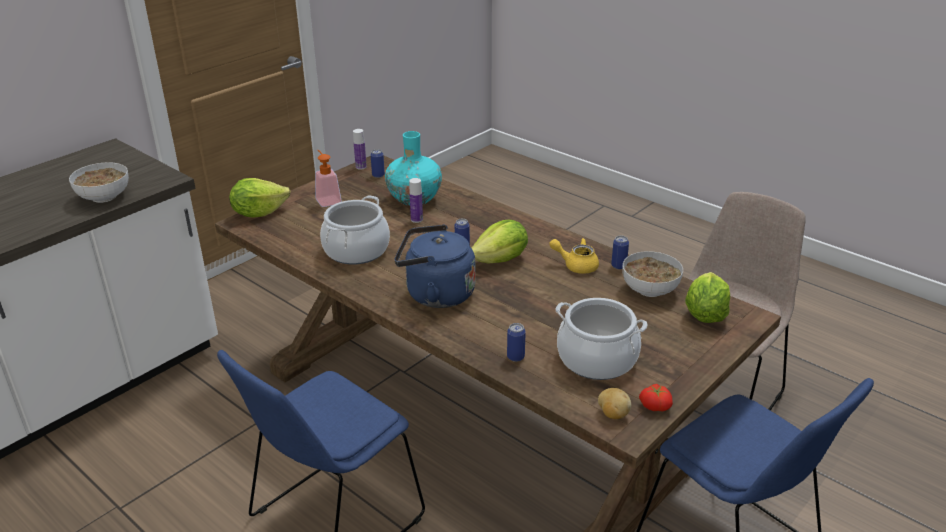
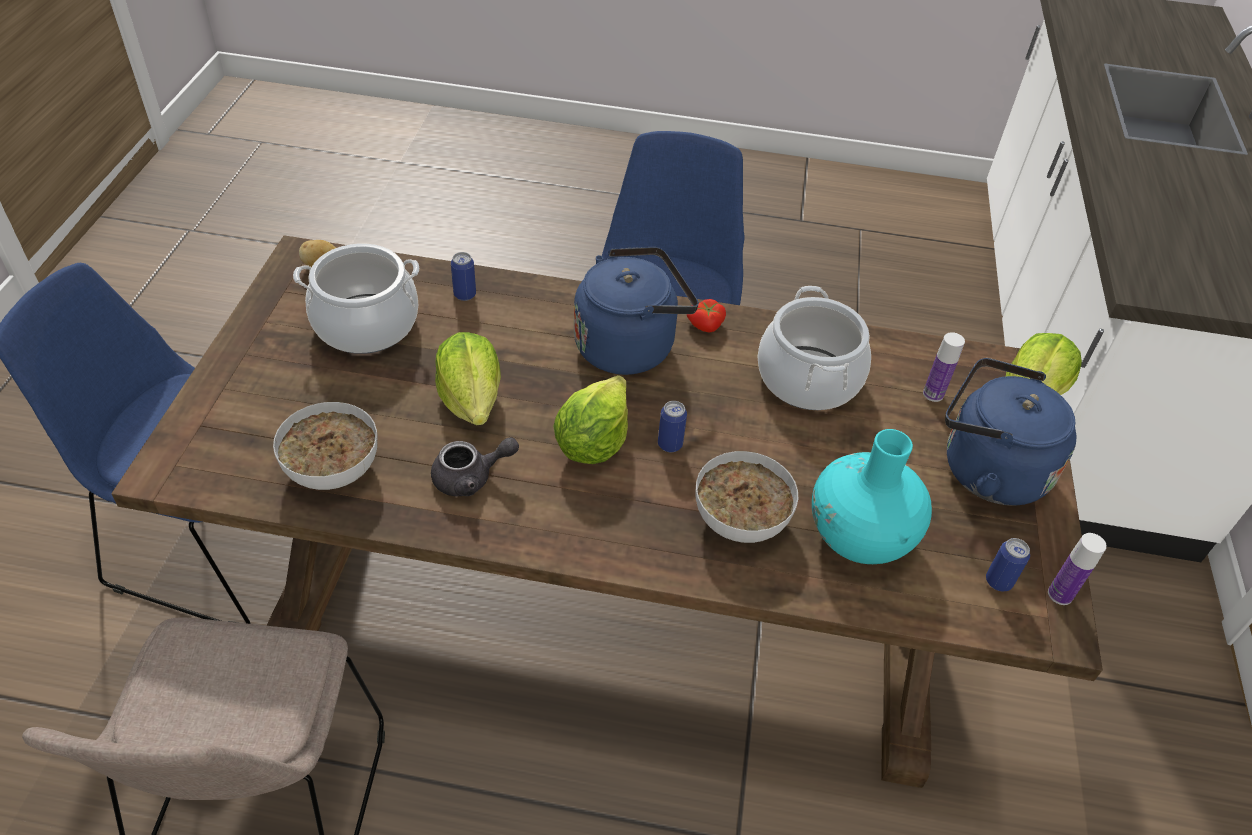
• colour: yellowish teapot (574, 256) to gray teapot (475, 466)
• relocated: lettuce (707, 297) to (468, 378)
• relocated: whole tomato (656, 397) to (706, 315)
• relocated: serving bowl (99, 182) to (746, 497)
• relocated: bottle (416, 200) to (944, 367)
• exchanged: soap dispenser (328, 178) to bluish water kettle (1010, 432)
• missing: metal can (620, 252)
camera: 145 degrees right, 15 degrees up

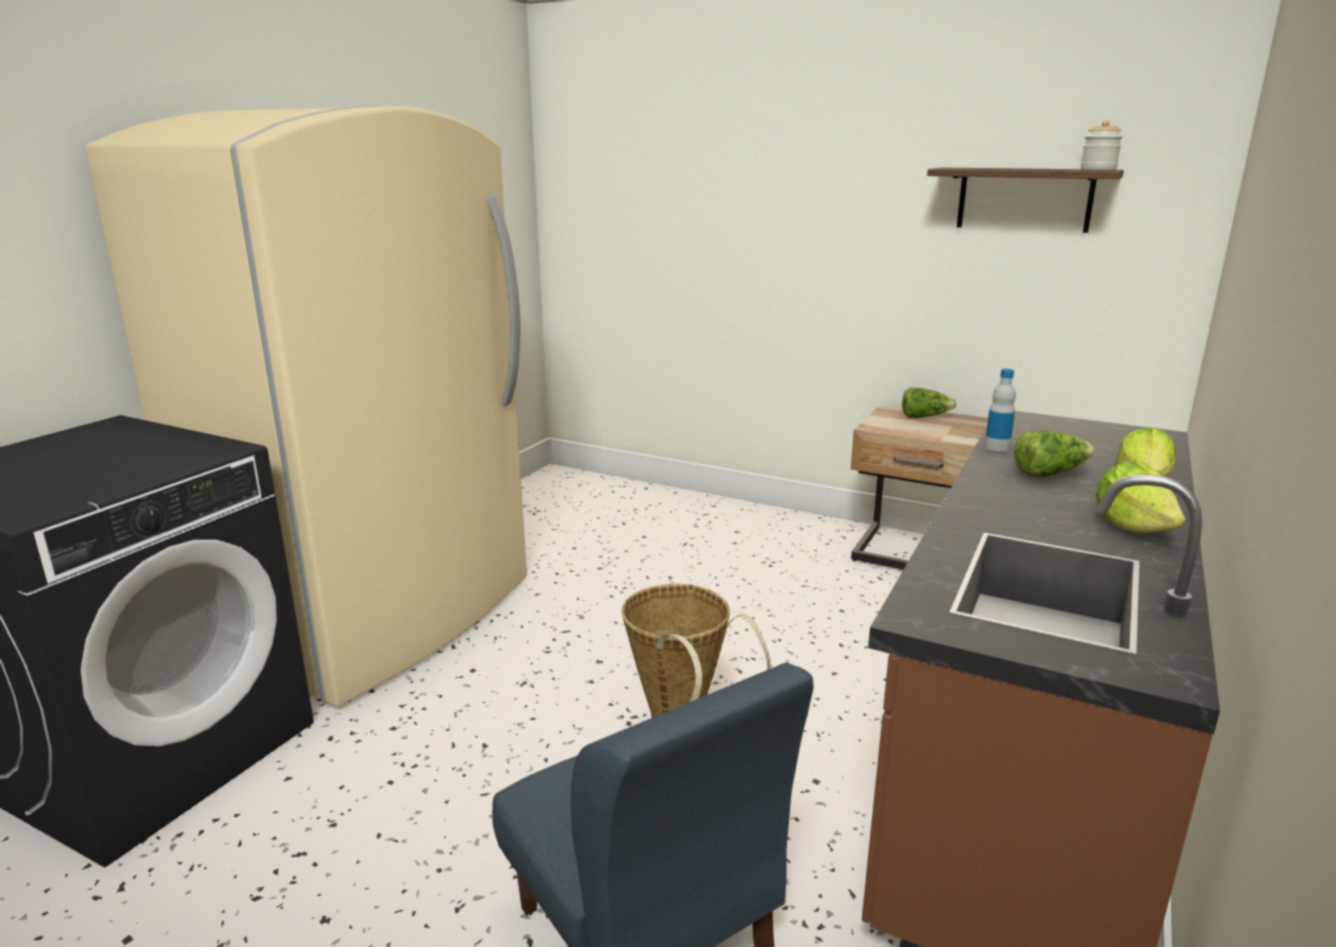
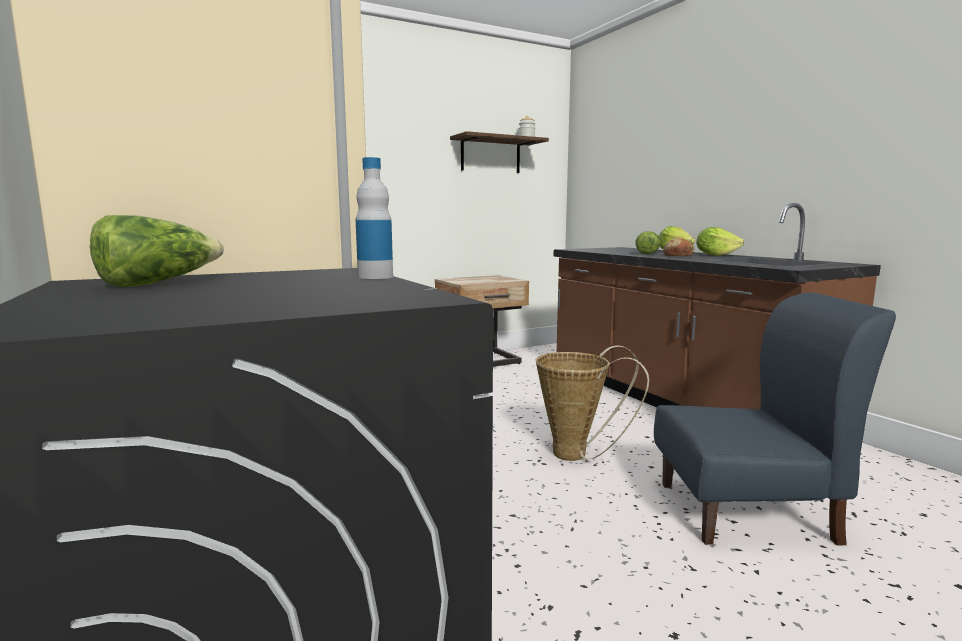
• relocated: lettuce (929, 402) to (157, 251)
• relocated: bottle (1000, 410) to (374, 218)
• appeared: bread (679, 247)
camera: 55 degrees left, 10 degrees down

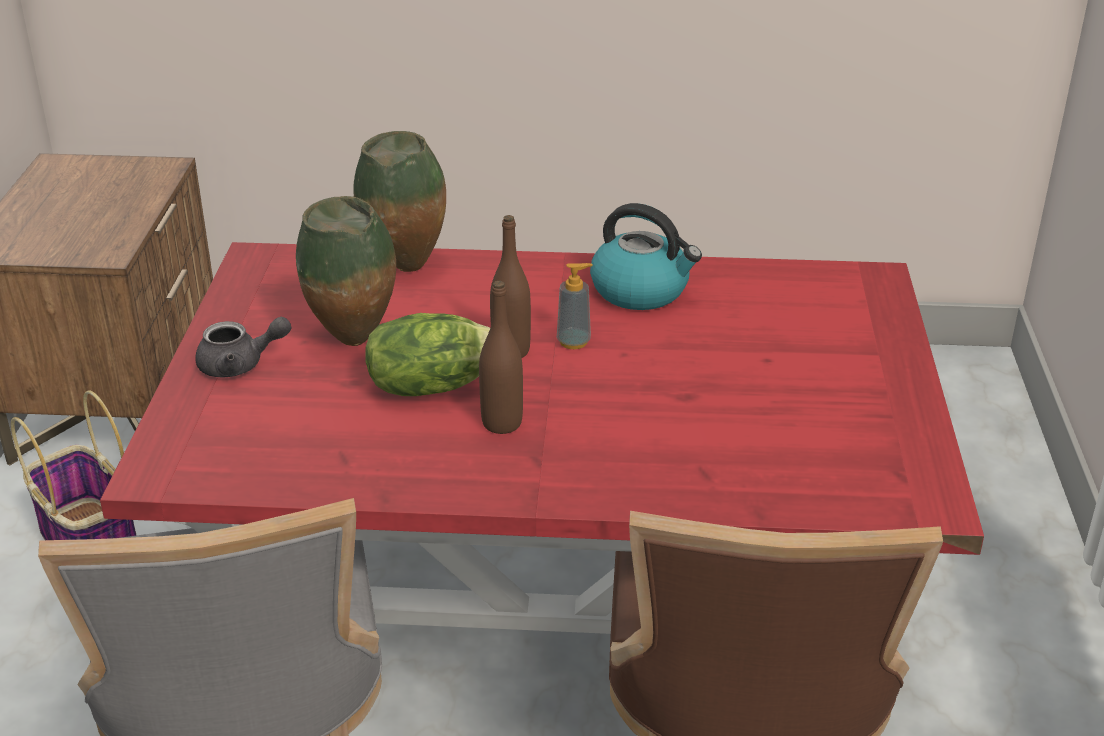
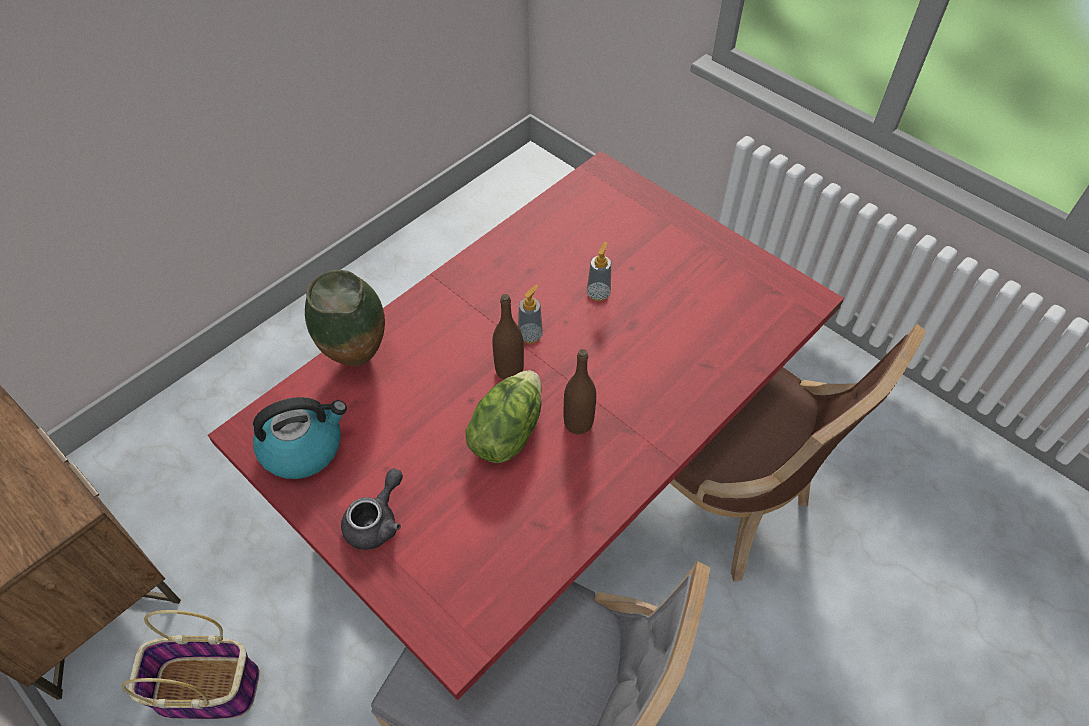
• relocated: water kettle (646, 256) to (300, 438)
• appeared: soap dispenser (599, 271)
• missing: flower vase (346, 271)
camera: 50 degrees left, 20 degrees up

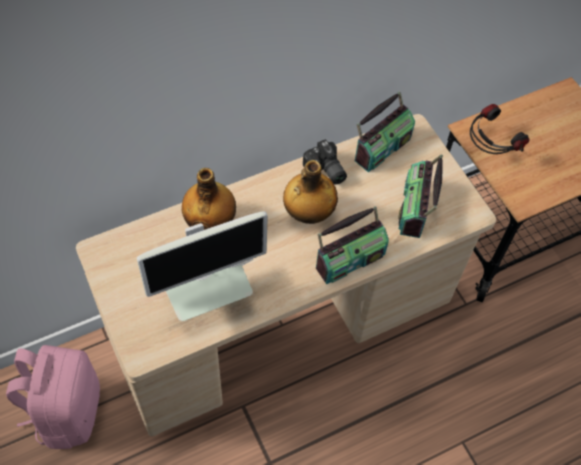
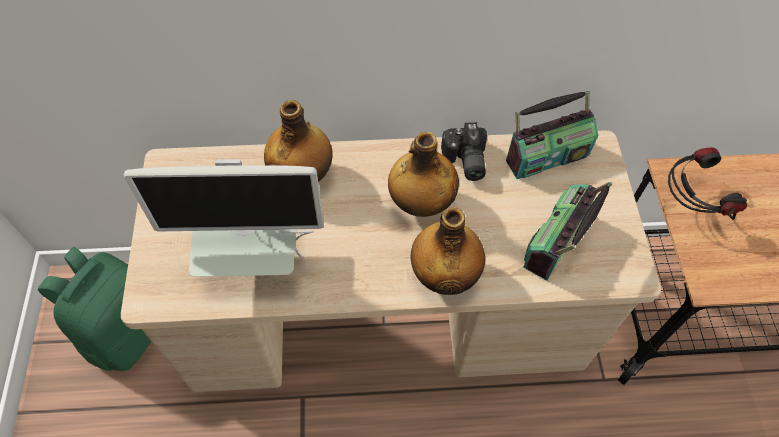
• colour: pink-coloured rucksack (53, 397) to green-coloured rucksack (94, 308)
• exchanged: radio receiver (352, 245) to bottle (447, 251)
camera: 25 degrees right, 0 degrees up

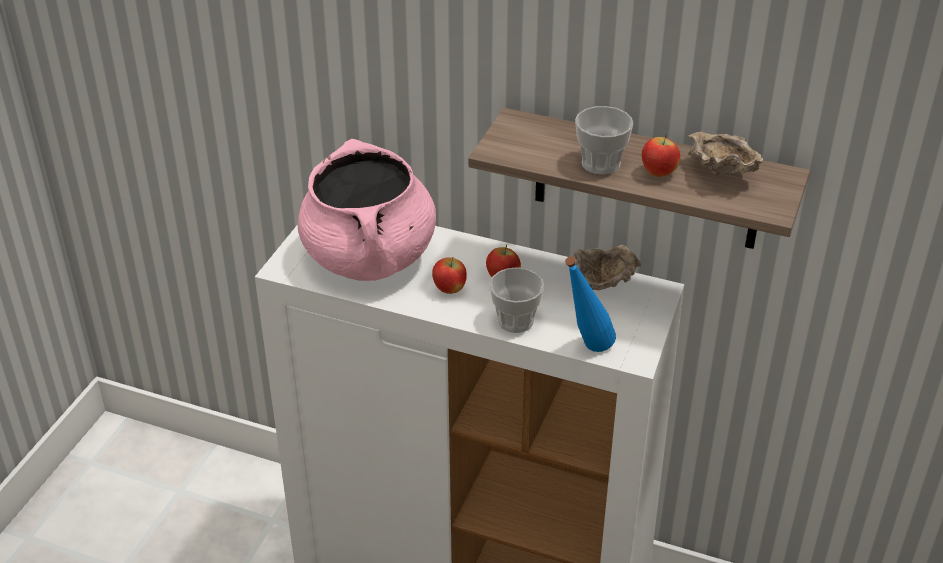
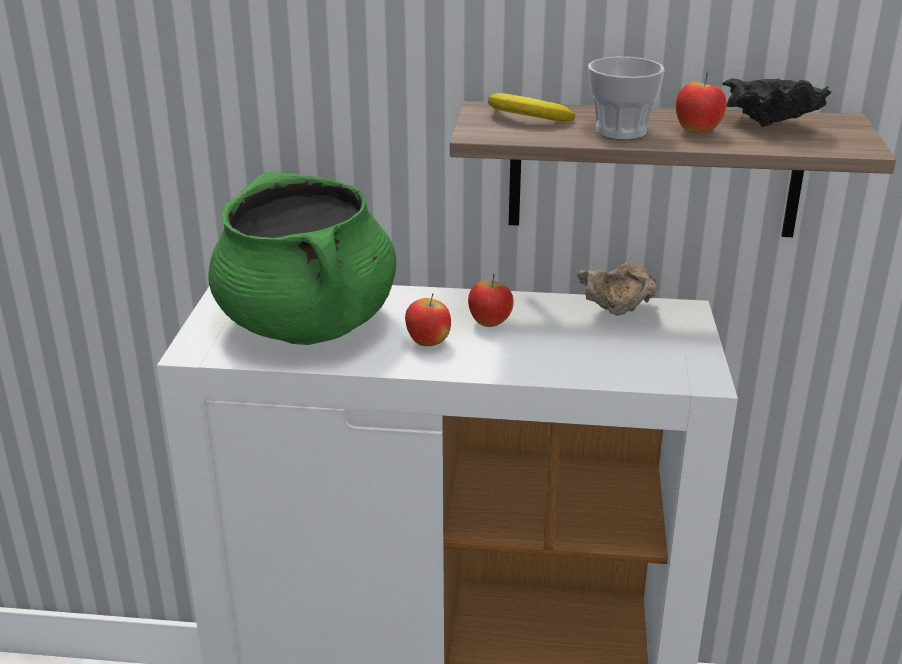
• colour: pink-coloured stockpot (367, 210) to green-coloured stockpot (302, 258)
• appeared: whole banana (531, 107)
• colour: sand-coloured serving bowl (725, 153) to black serving bowl (776, 103)
• missing: small cup (516, 300)
• missing: bluish bottle (590, 304)
camera: 15 degrees left, 10 degrees down

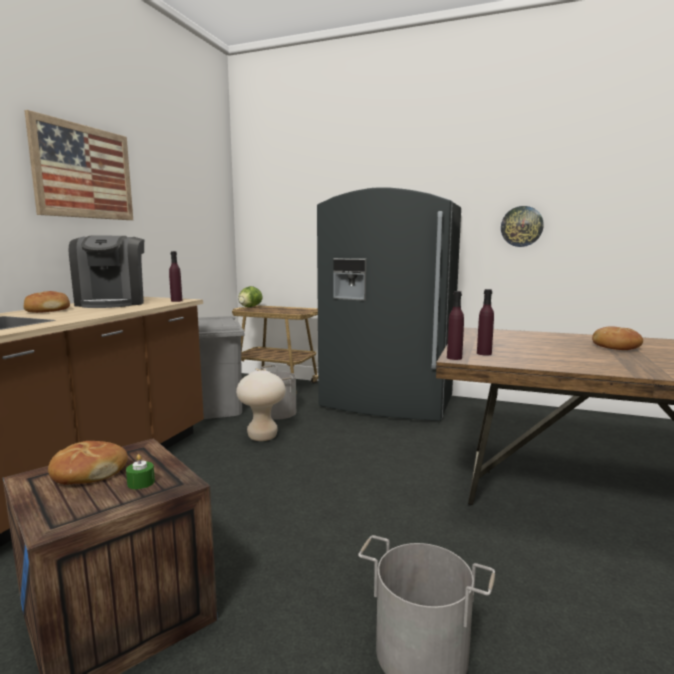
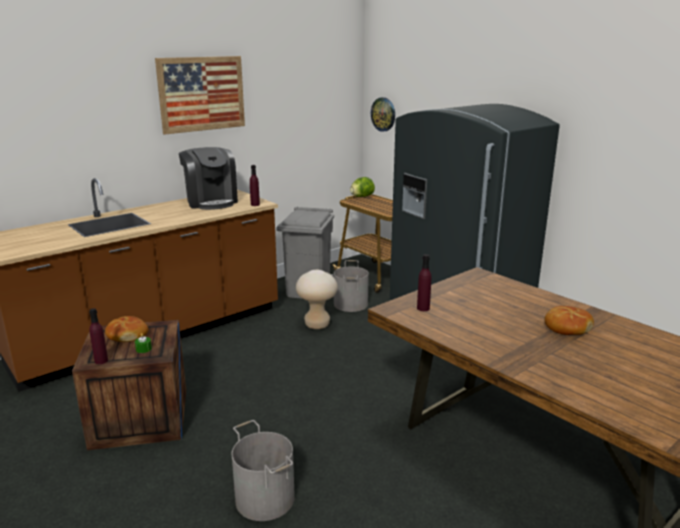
• relocated: purple-coloured bottle (455, 325) to (98, 336)
• spun: coffee machine (106, 272) = (208, 178) 45 degrees counterclockwise
• relocated: wall clock (522, 226) to (383, 114)
• missing: bread (47, 302)
camera: 30 degrees right, 10 degrees up

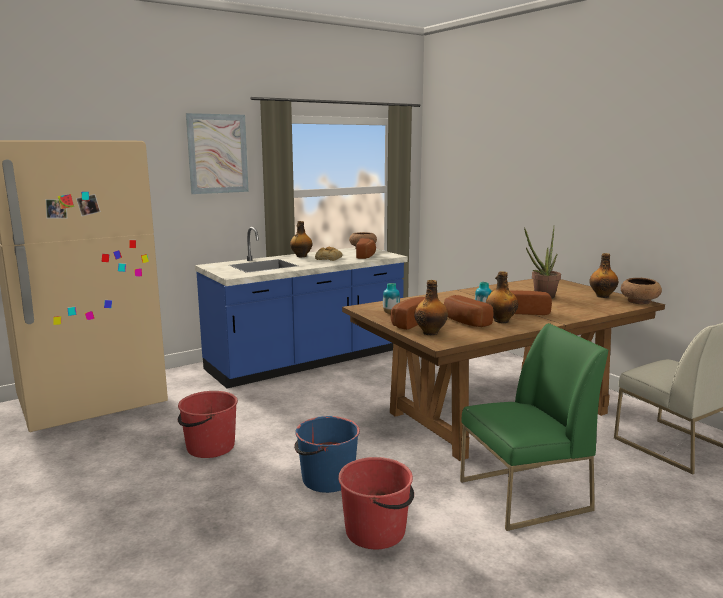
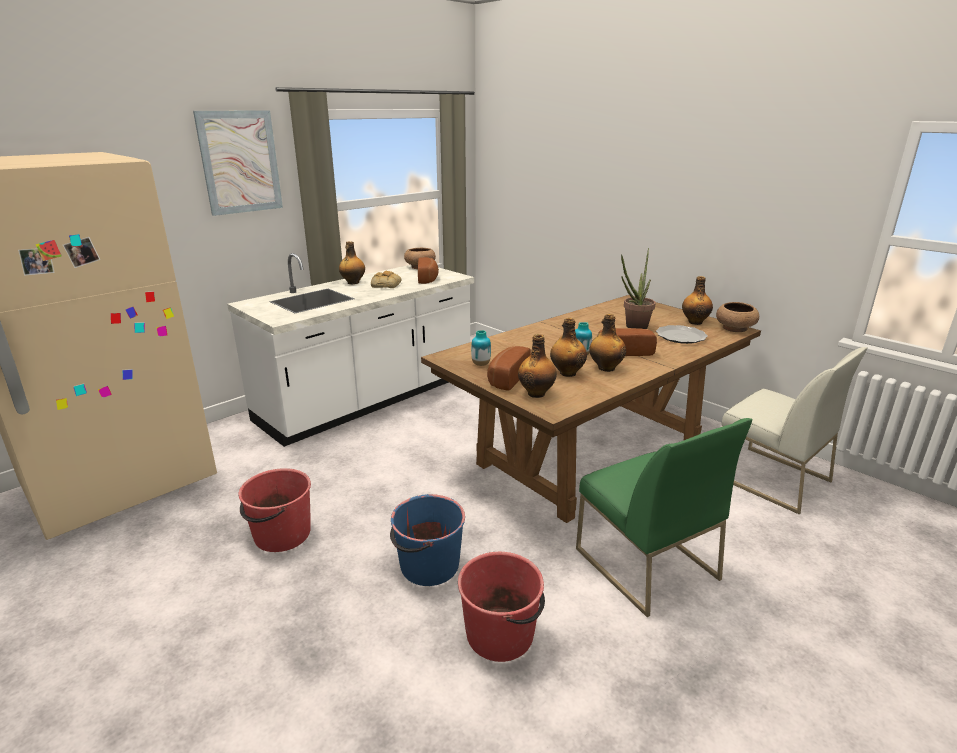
• colour: bluish counter (301, 307) to whitish counter (350, 350)
• exchanged: bread (468, 311) to bottle (568, 347)
• spun: green-coloured plain chair (534, 427) = (664, 517) 90 degrees clockwise
• appeared: flat dish (682, 334)
camera: 10 degrees left, 10 degrees up

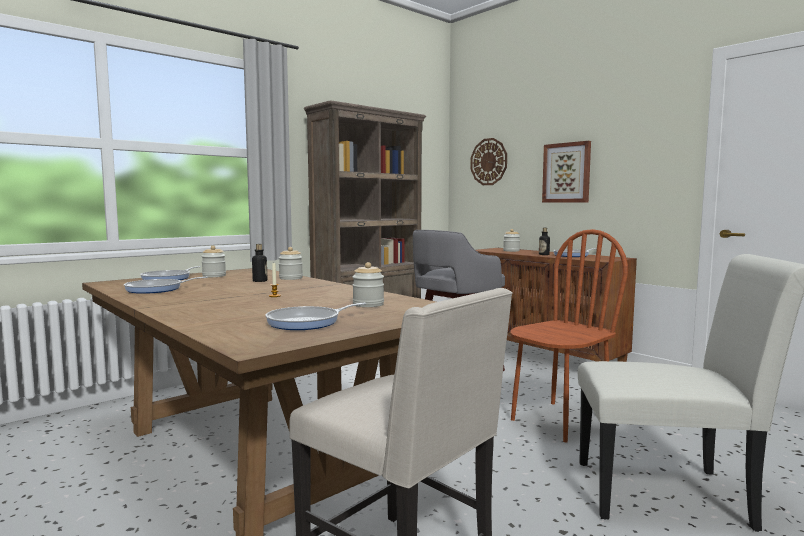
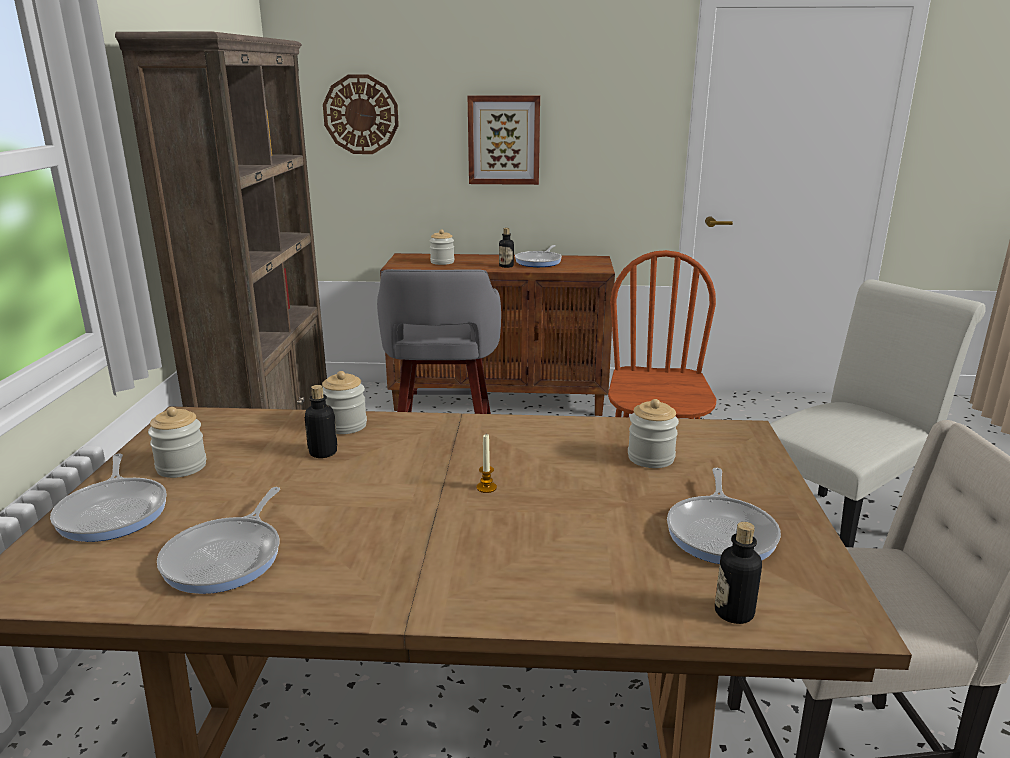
• appeared: bottle (738, 573)
camera: 45 degrees left, 15 degrees up

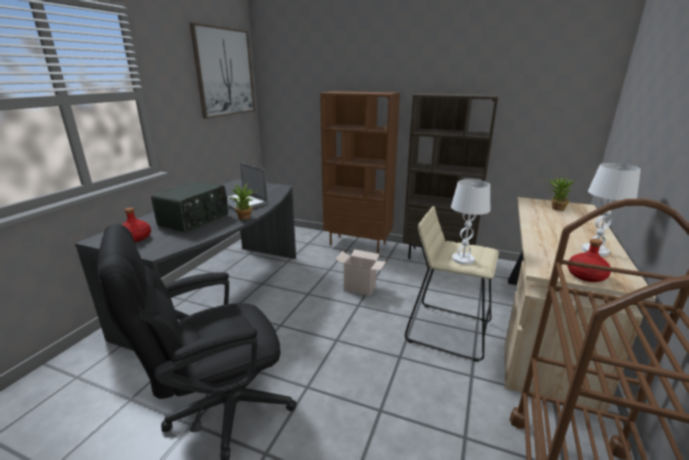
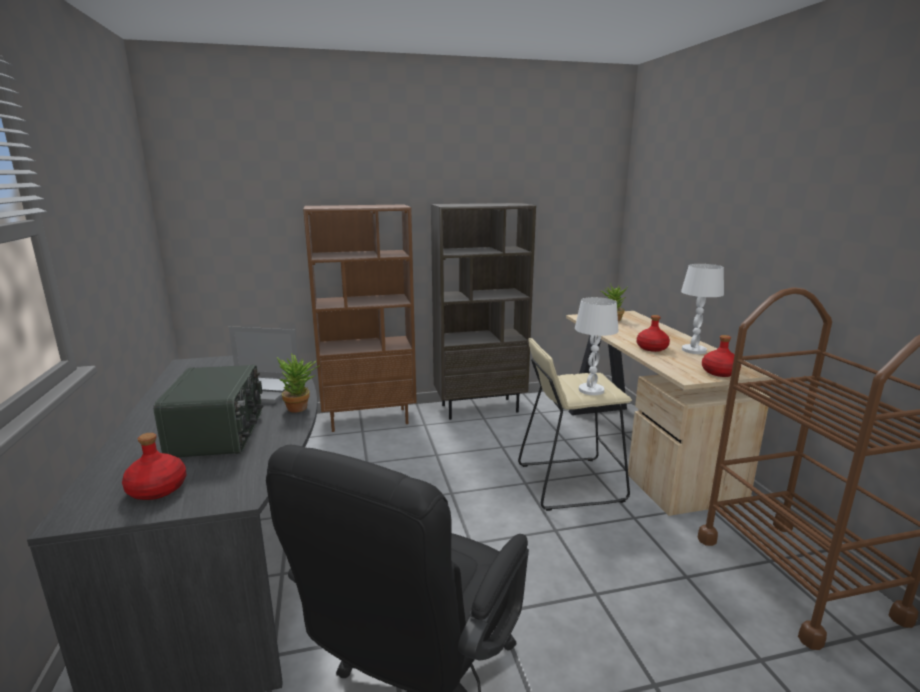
• appeared: reddish bottle (653, 333)
• missing: wall picture (222, 70)
• missing: cardboard box (360, 272)
camera: 35 degrees left, 5 degrees down

